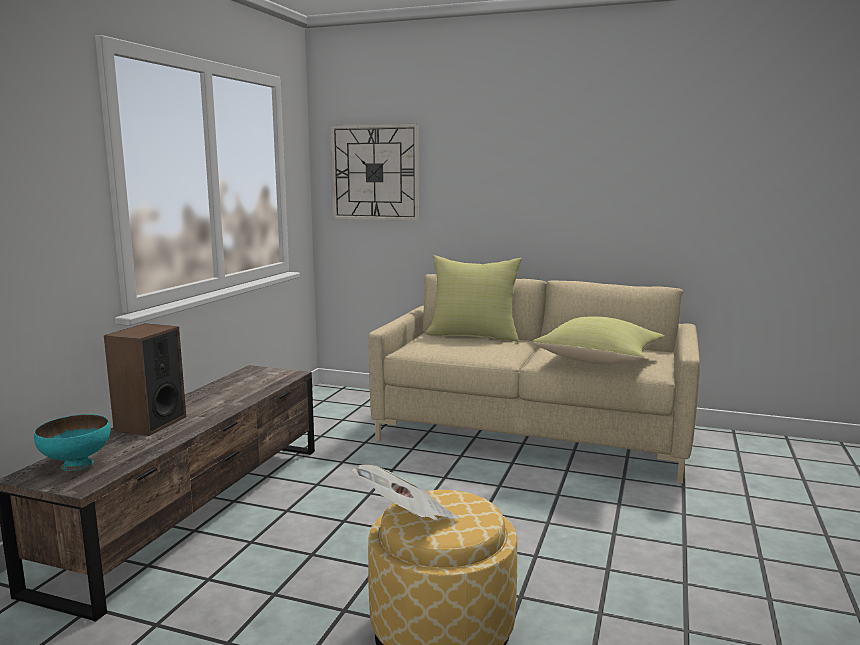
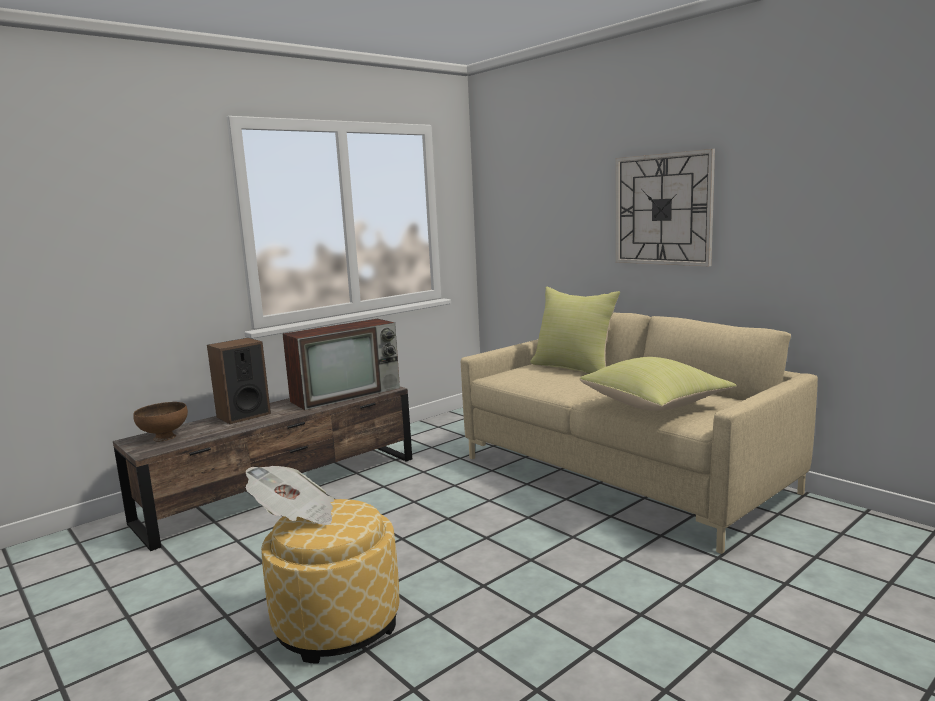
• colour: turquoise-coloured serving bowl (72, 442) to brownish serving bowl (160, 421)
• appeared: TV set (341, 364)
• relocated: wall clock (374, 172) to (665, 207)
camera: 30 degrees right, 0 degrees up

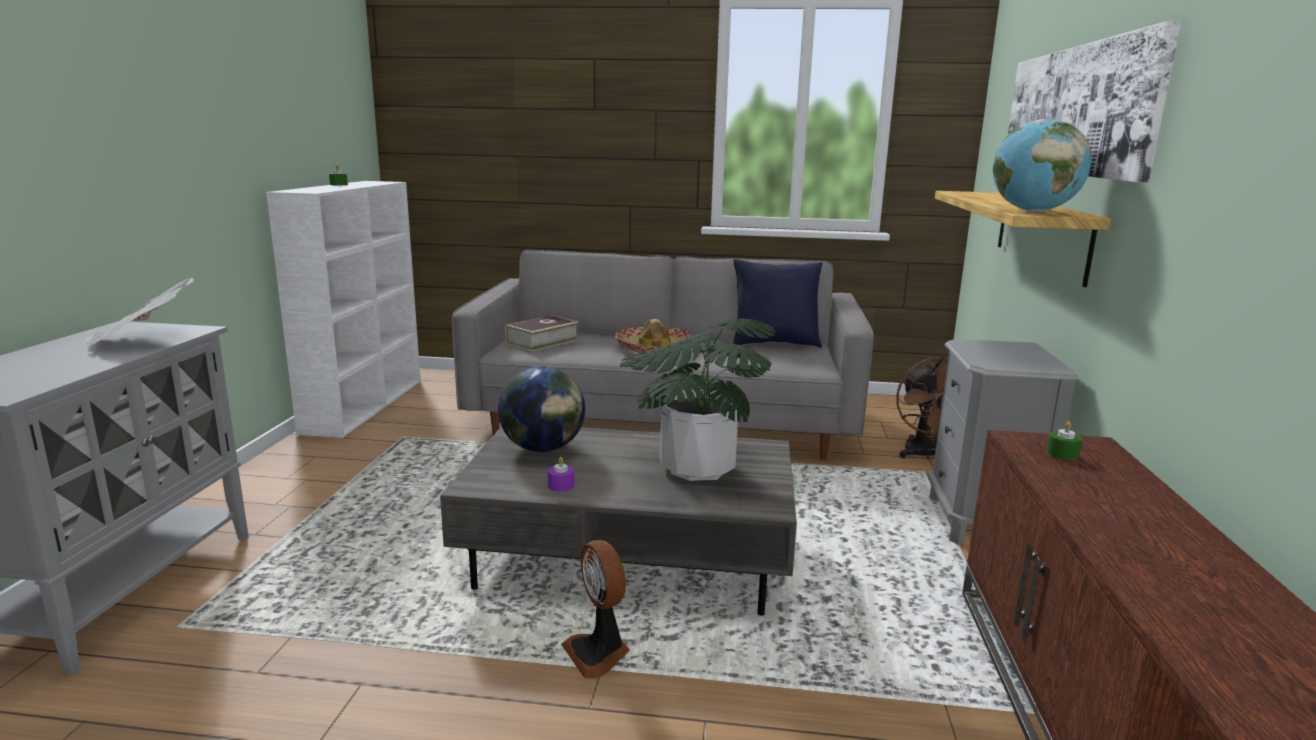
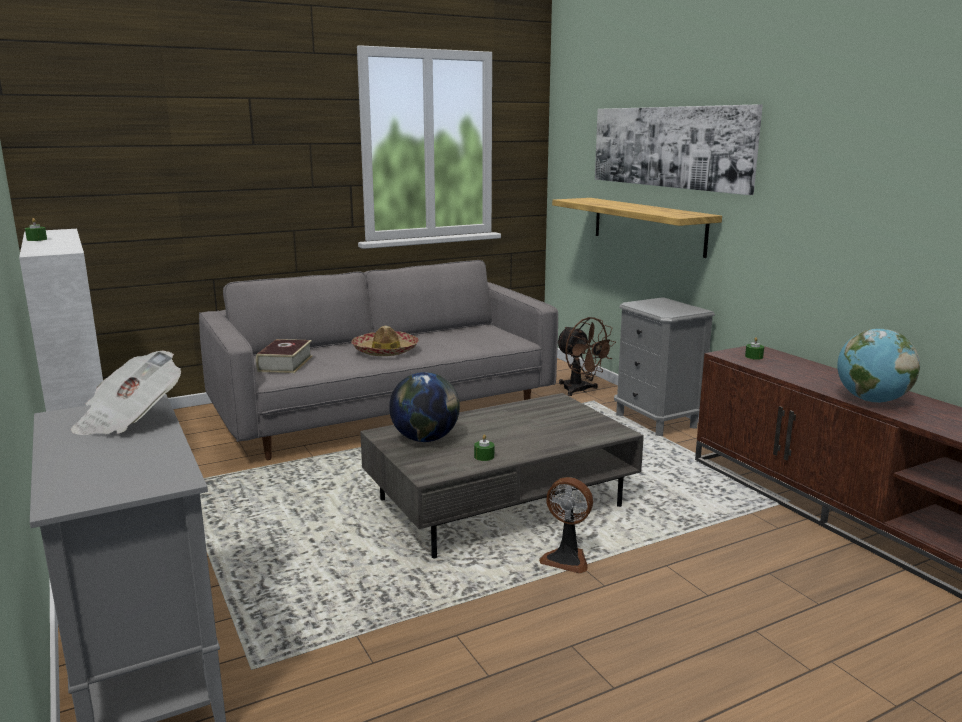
• colour: purple-coloured candle (561, 474) to green-coloured candle (484, 447)
• relocated: desk globe (1042, 165) to (878, 366)
• missing: plant in a pot (698, 400)
• missing: bluish throw pillow (778, 303)
camera: 35 degrees left, 0 degrees up

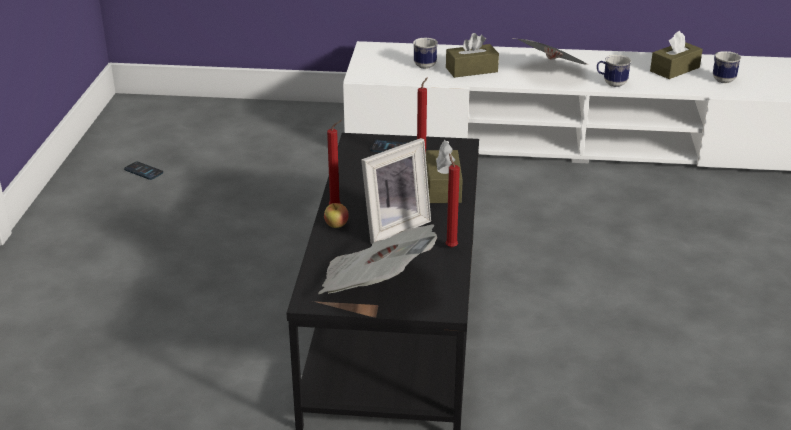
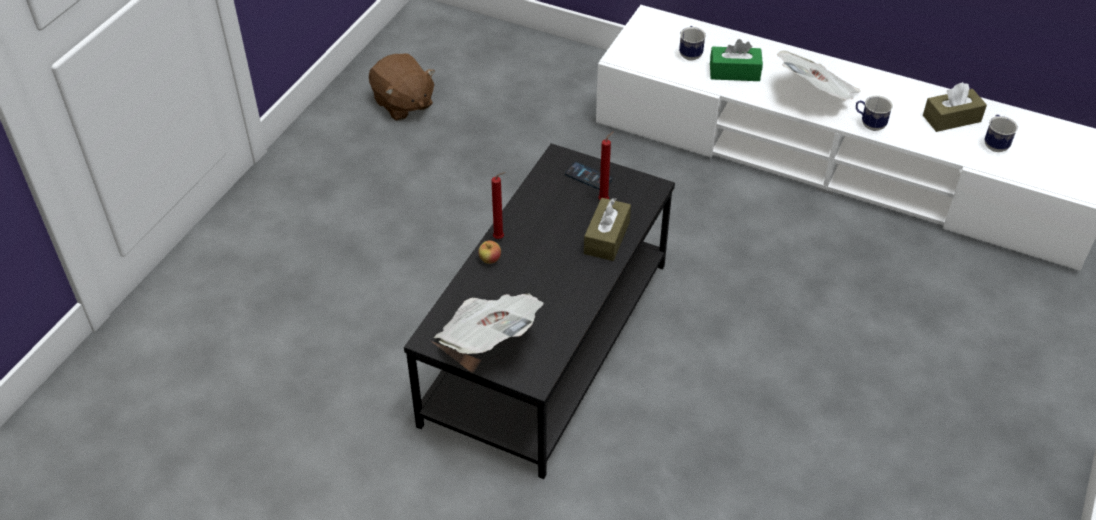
• exchanged: handset (143, 171) to brownish soft toy (402, 87)
• colour: brownish box of tissues (472, 55) to green-coloured box of tissues (736, 60)
• missing: photo frame (396, 191)
• missing: reddish candle (452, 200)
camera: 20 degrees right, 15 degrees up

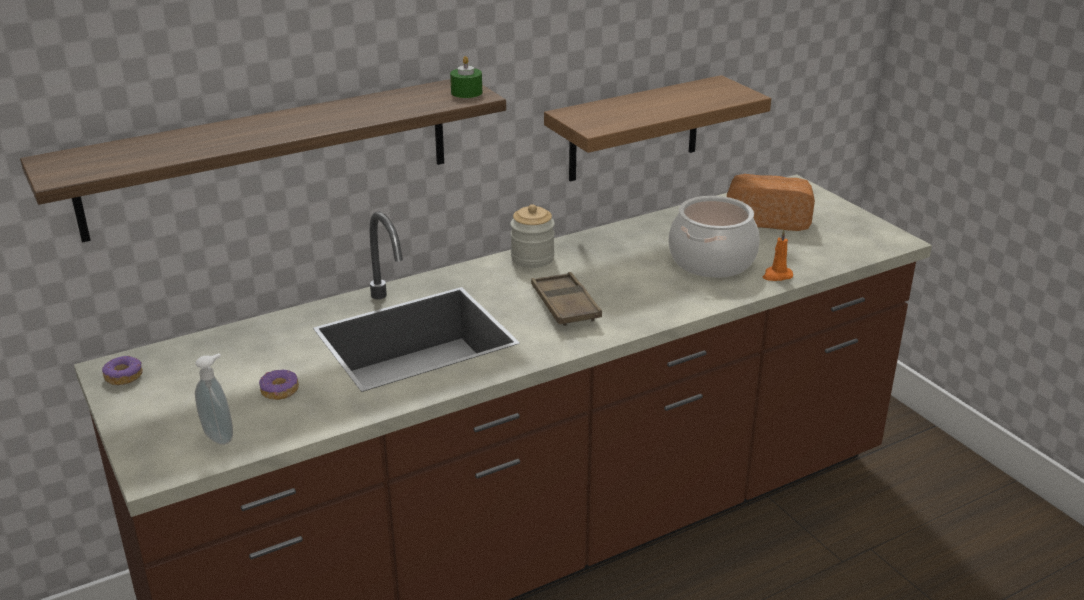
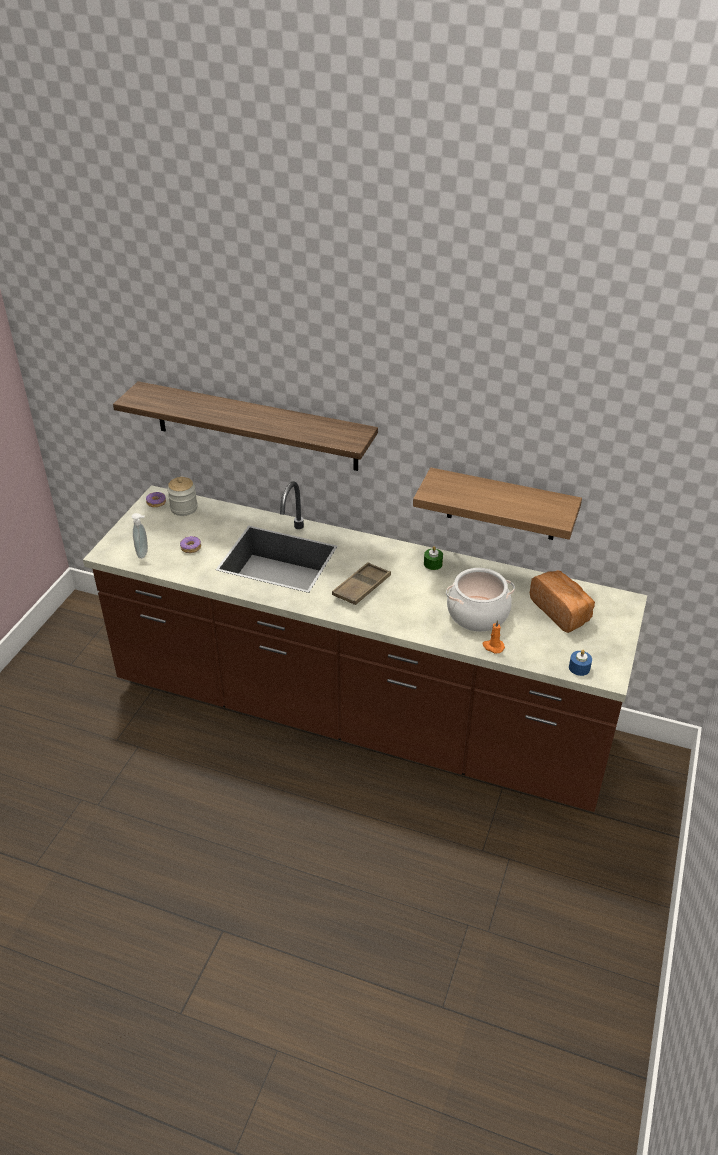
• relocated: jar (532, 236) to (182, 496)
• relocated: green-coloured candle (466, 77) to (433, 558)
• appeared: bluish candle (580, 663)
camera: 50 degrees right, 10 degrees up

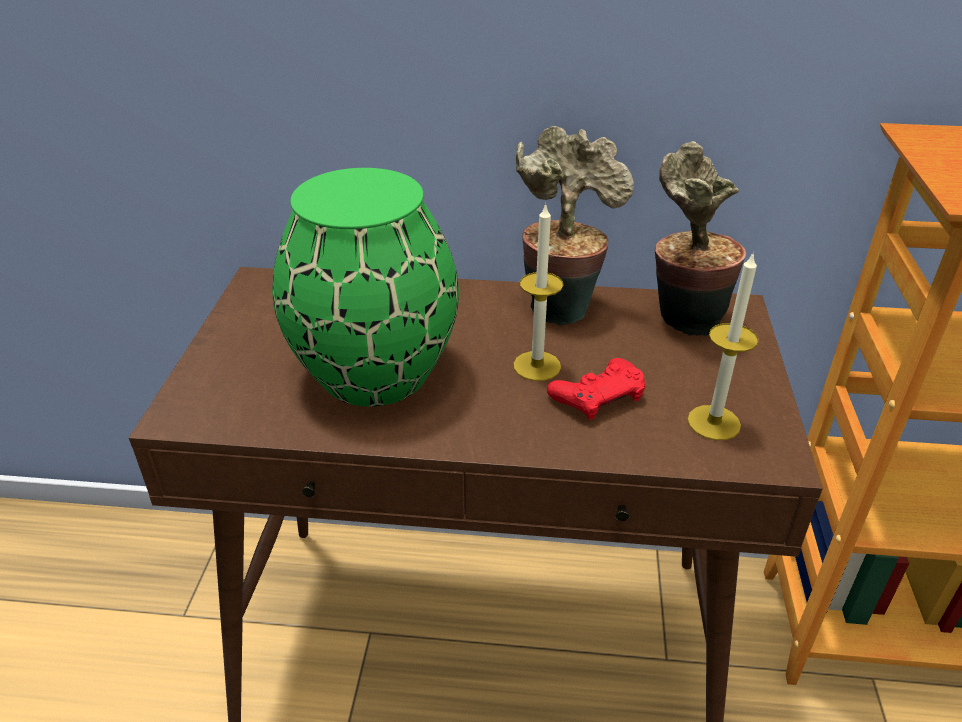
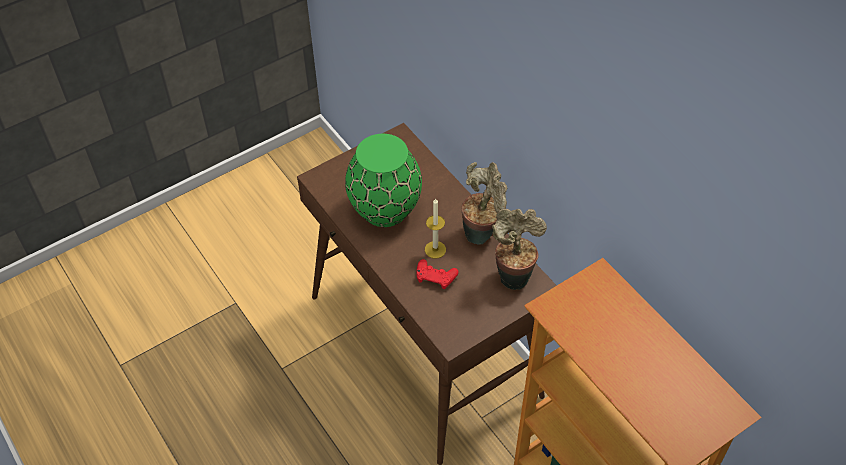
• missing: candle (723, 347)
camera: 50 degrees right, 15 degrees up

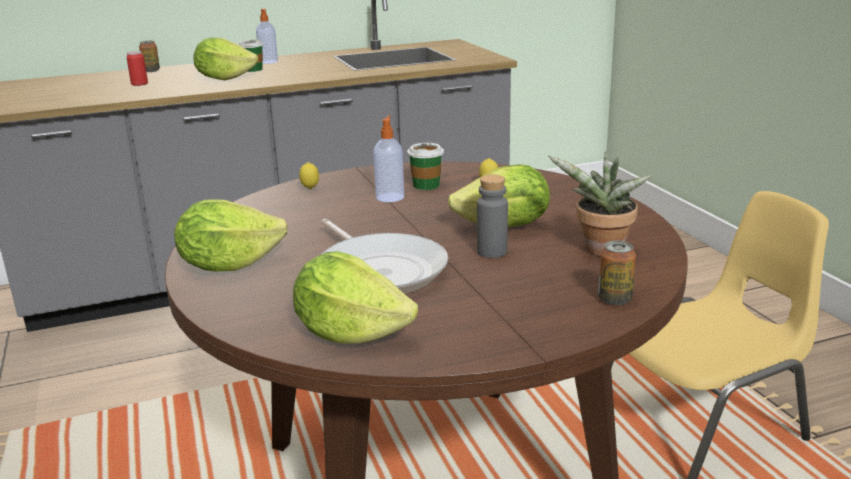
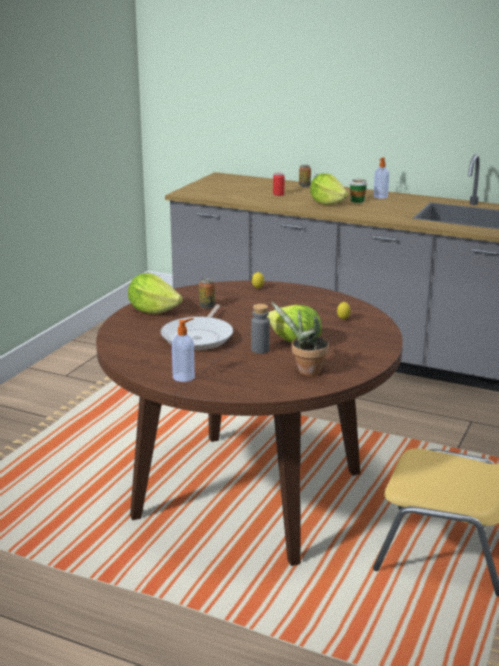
• relocated: soap dispenser (388, 159) to (183, 350)
• relocated: metal can (617, 272) to (207, 293)
• missing: lettuce (355, 297)
• missing: small cup (425, 166)
camera: 45 degrees right, 0 degrees up

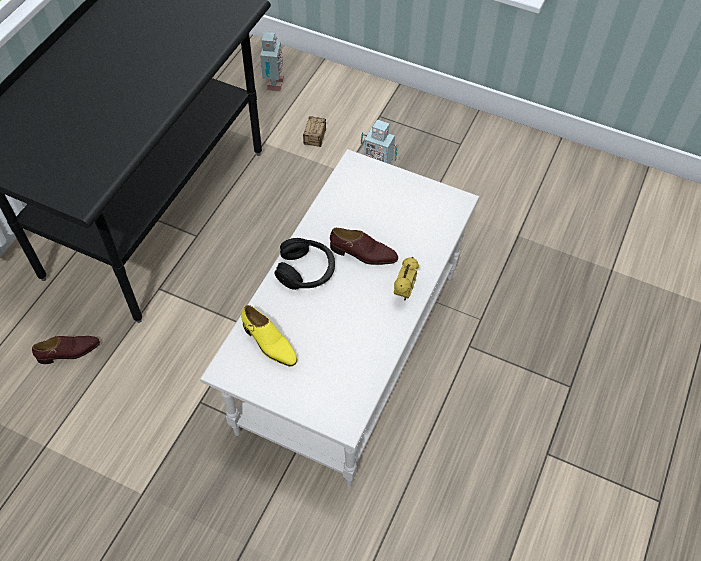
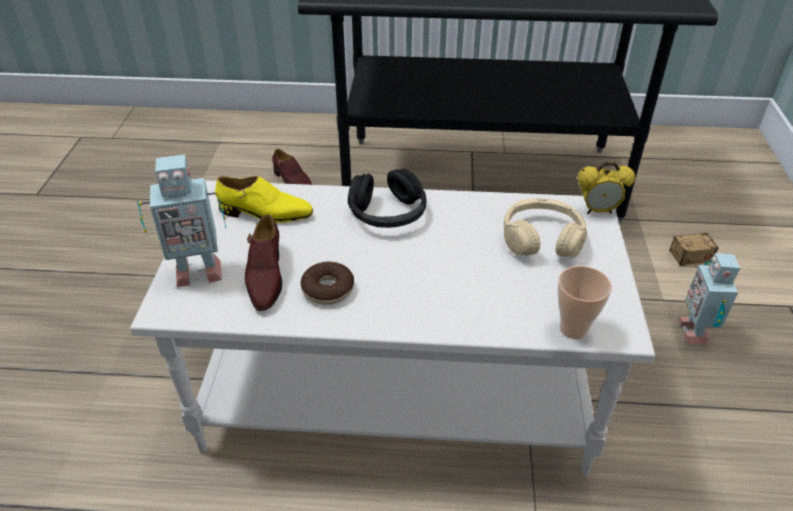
• relocated: robot figure (272, 62) to (181, 221)
• spun: yellowish low shoe (269, 336) = (264, 199) 105 degrees counterclockwise
• relocated: brownish low shoe (364, 246) to (263, 262)
• appeared: ring doughnut (327, 283)
• appeared: sand-coloured pair of headphones (545, 228)
• appeared: small cup (584, 302)
• relocated: table clock (406, 278) to (606, 188)
camera: 70 degrees right, 15 degrees down

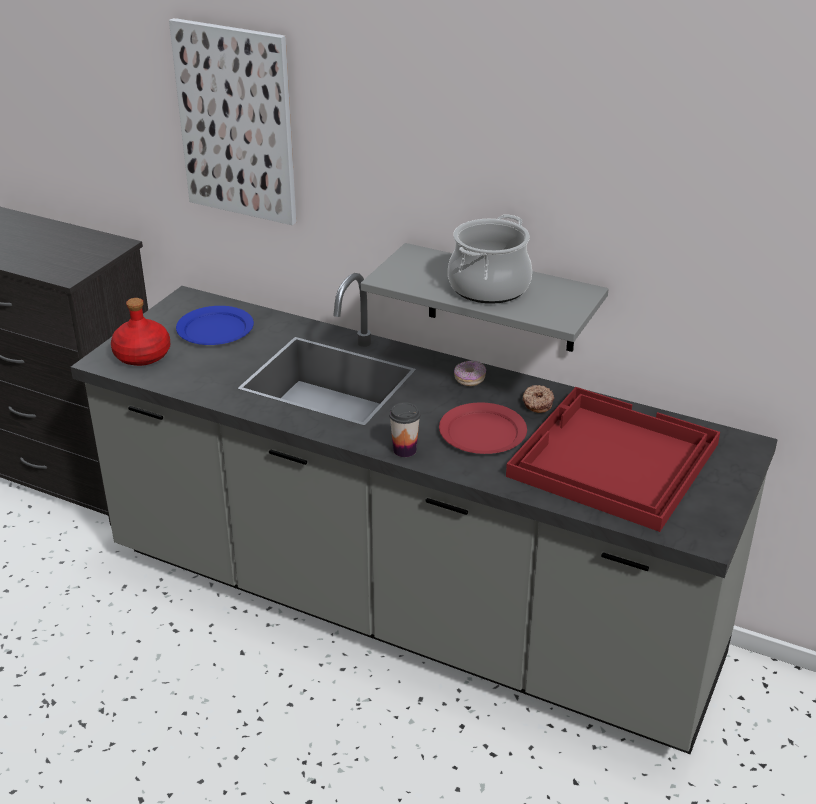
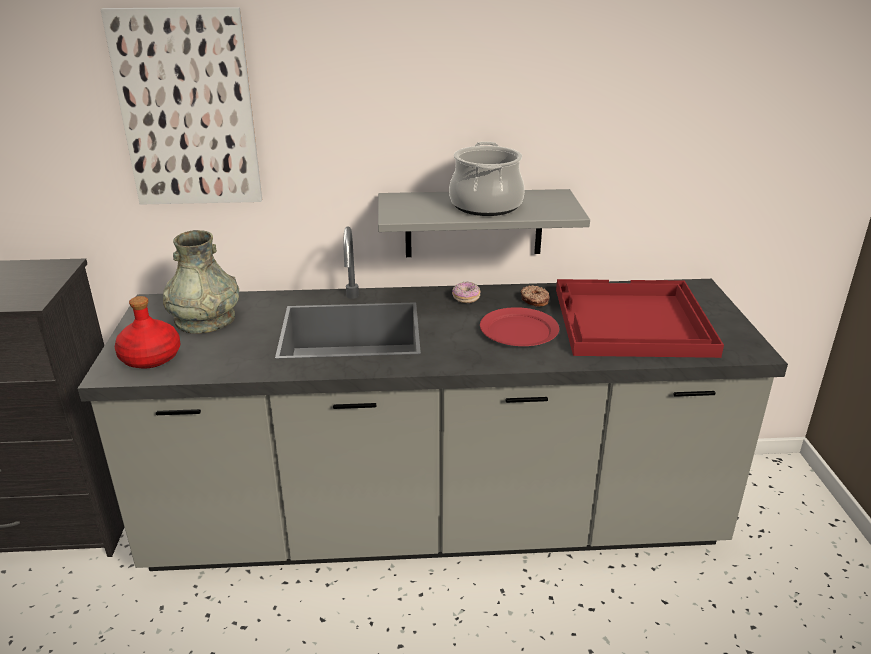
• exchanged: bluish flat dish (215, 325) to gray flower vase (201, 282)
• missing: small cup (405, 429)
camera: 30 degrees left, 5 degrees down

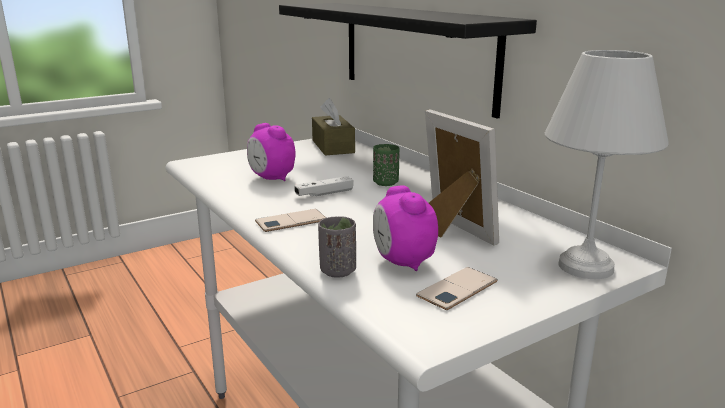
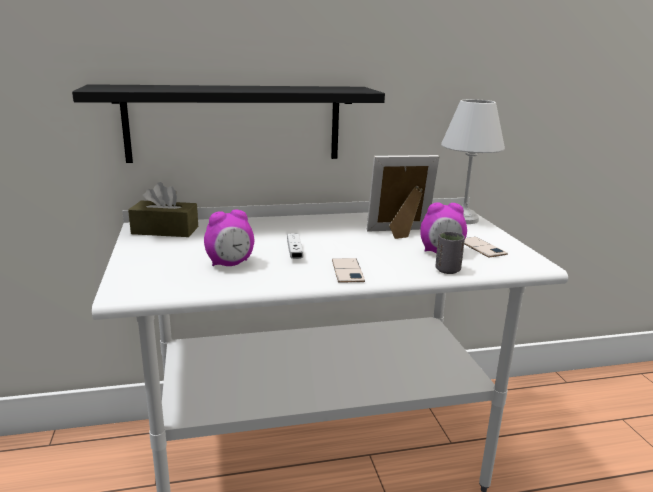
• missing: green-coloured small cup (386, 165)
camera: 70 degrees left, 0 degrees up

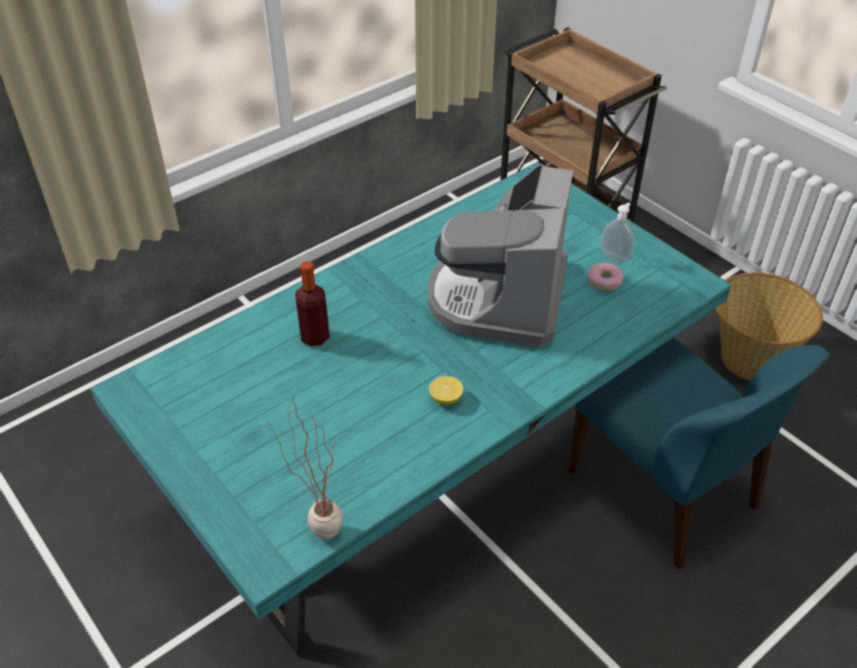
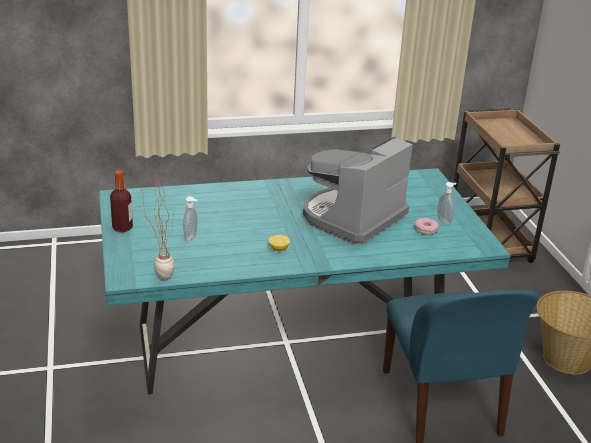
• relocated: bottle (312, 304) to (121, 201)
• appeared: soap dispenser (190, 219)
camera: 25 degrees right, 15 degrees down

